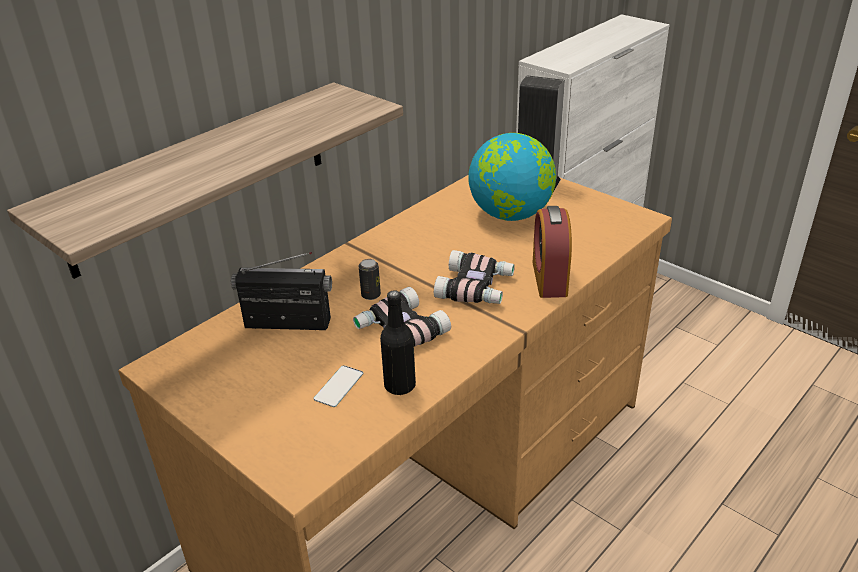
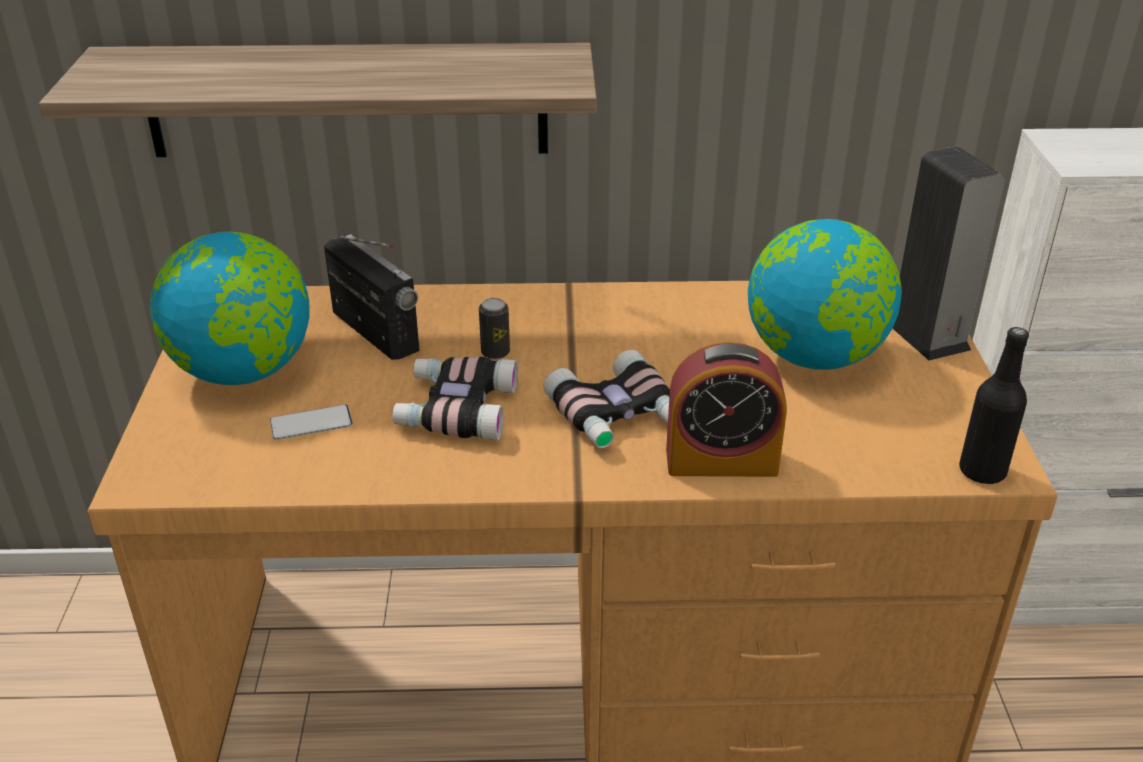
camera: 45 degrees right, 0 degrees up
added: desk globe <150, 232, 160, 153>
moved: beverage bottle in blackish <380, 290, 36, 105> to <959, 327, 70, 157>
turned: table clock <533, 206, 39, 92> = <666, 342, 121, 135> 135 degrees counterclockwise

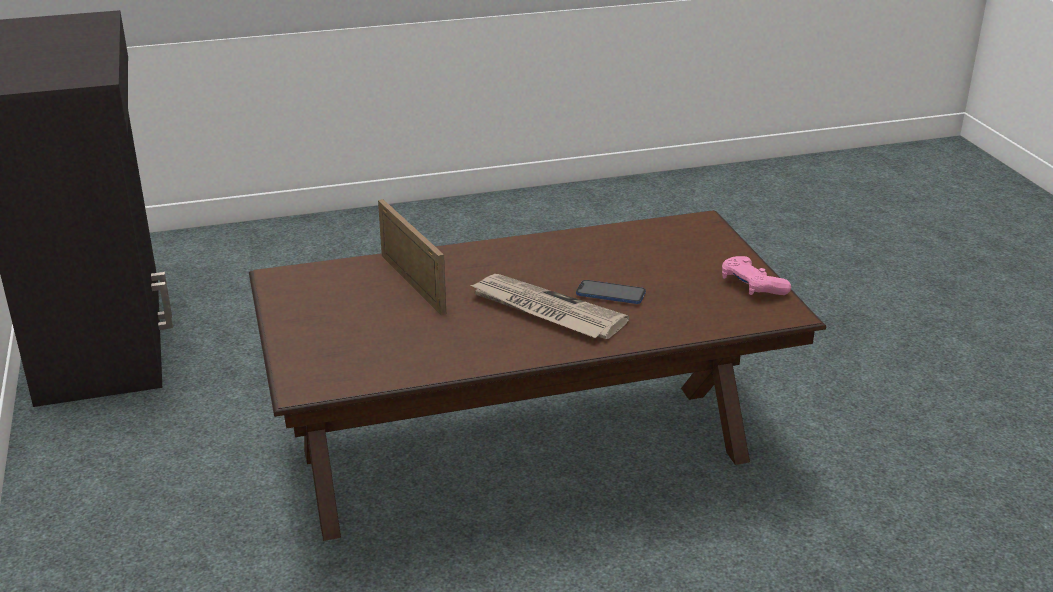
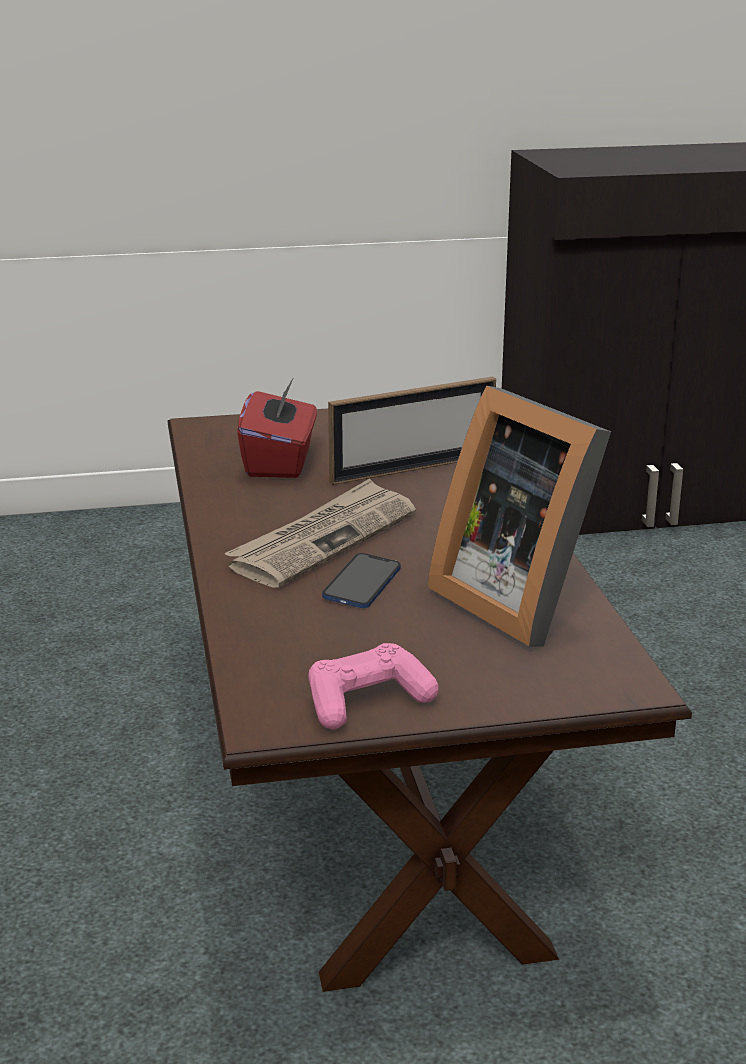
camera: 95 degrees right, 5 degrees down
added: tissue box in reddish <237, 377, 80, 101>; picture frame <428, 386, 183, 260>

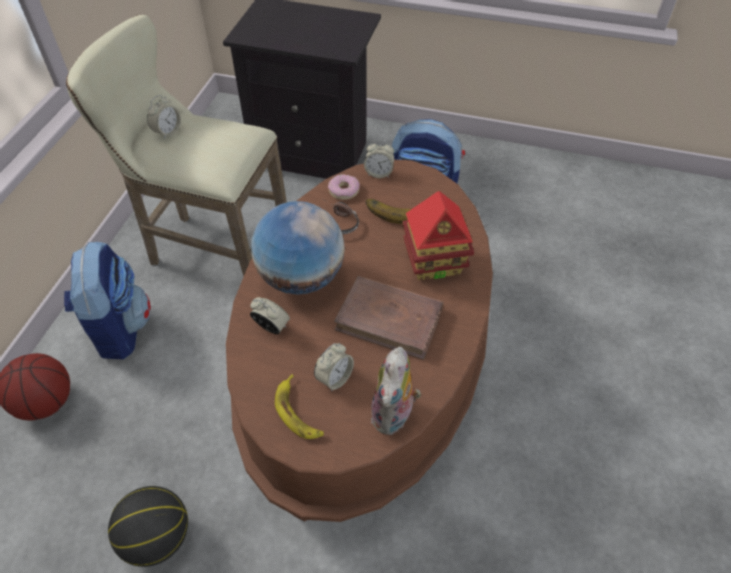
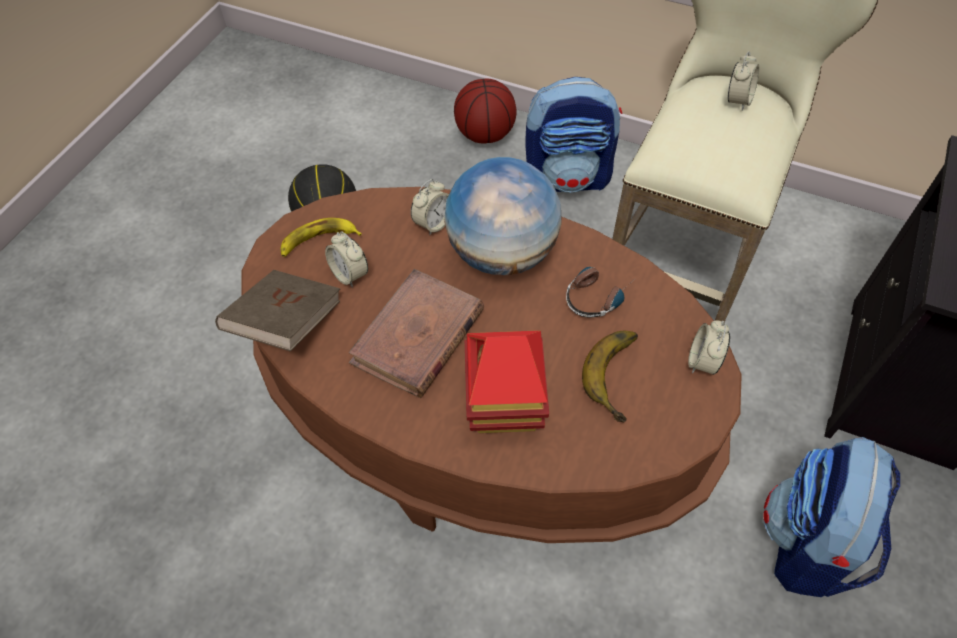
camera: 100 degrees right, 5 degrees up
removed: donut <328, 174, 32, 26>
replaced: plush toy <371, 347, 50, 88> to volume in brownish <215, 270, 125, 82>
turned: table clock <147, 95, 34, 44> = <728, 51, 31, 59> 105 degrees counterclockwise

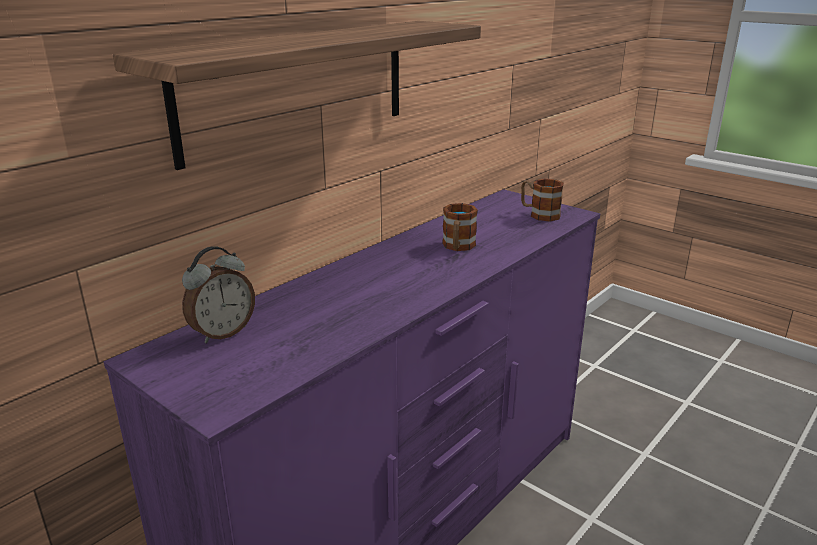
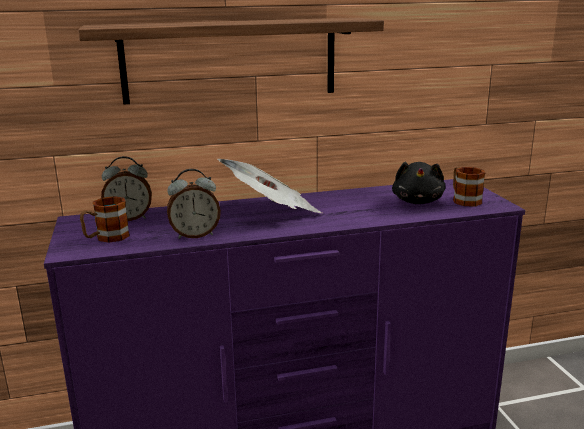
camera: 35 degrees right, 5 degrees down
added: table clock <167, 169, 54, 70>; newspaper <218, 159, 104, 54>; plush toy in blackish <392, 162, 54, 42>
moved: coffee mug <442, 203, 36, 48> to <80, 196, 50, 47>

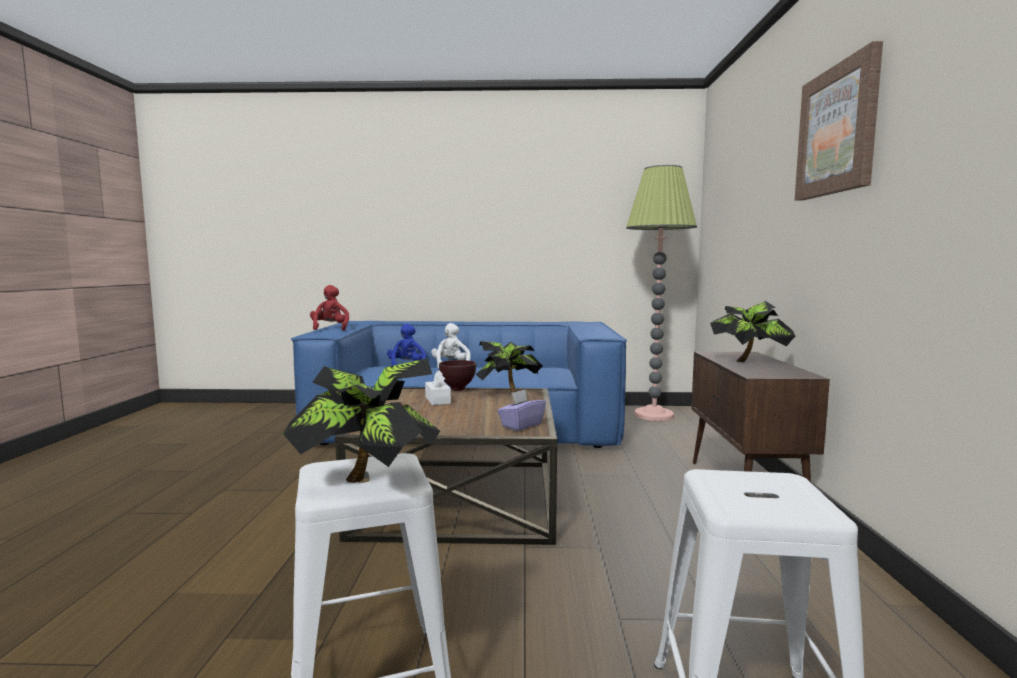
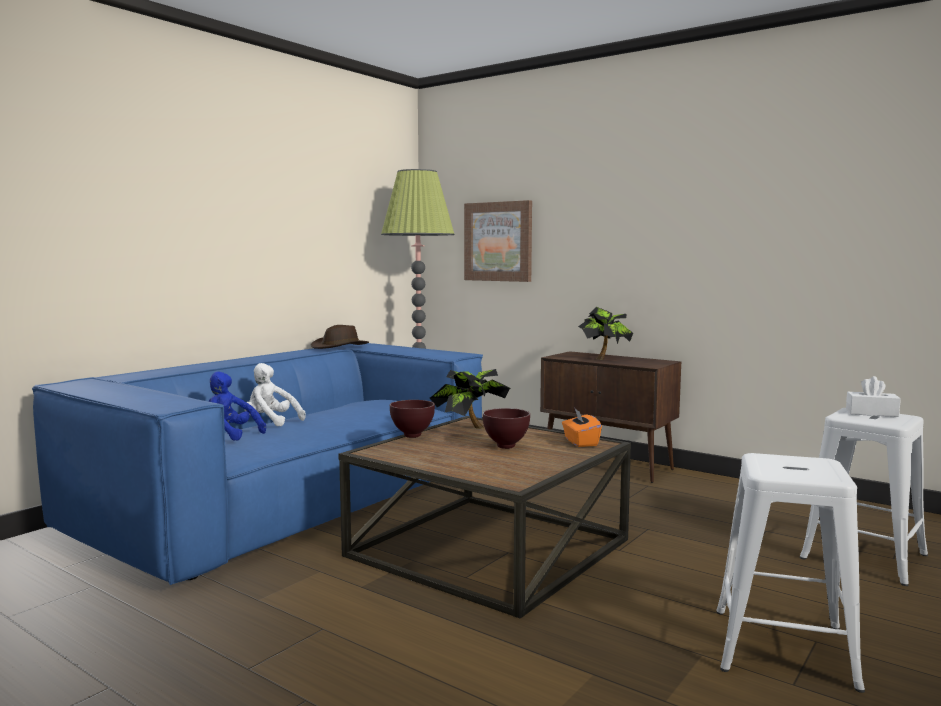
camera: 55 degrees left, 0 degrees up
removed: houseplant <283, 358, 157, 125>; plush toy in reddish <310, 285, 39, 46>
added: clothing hat in brownish <310, 325, 59, 24>; bowl in brownish <483, 408, 47, 41>
moved: tissue box in whitish <425, 370, 26, 35> to <846, 376, 55, 41>; wall art <795, 41, 88, 160> to <464, 200, 68, 82>
recoloured: tissue box in purple-coloured <498, 390, 48, 41> to tissue box in orangey <562, 409, 40, 38>

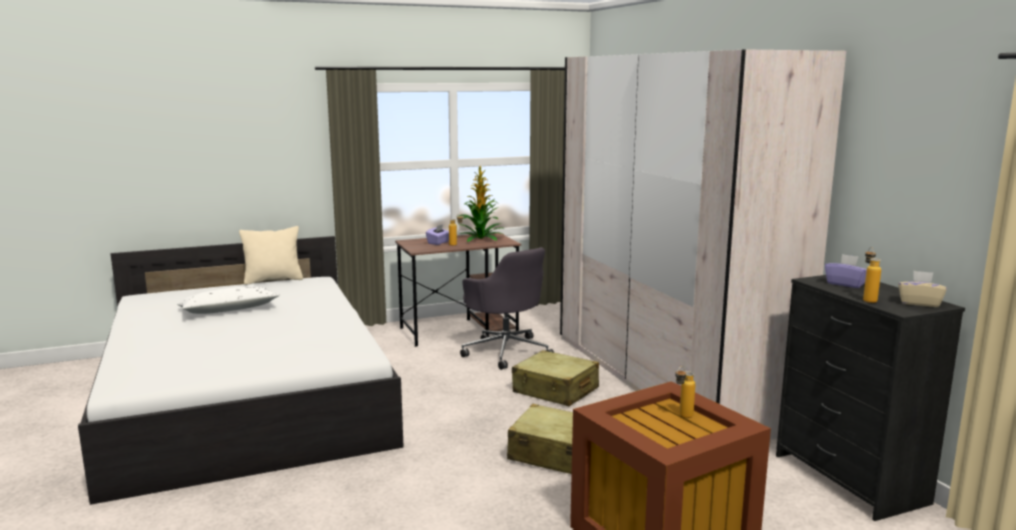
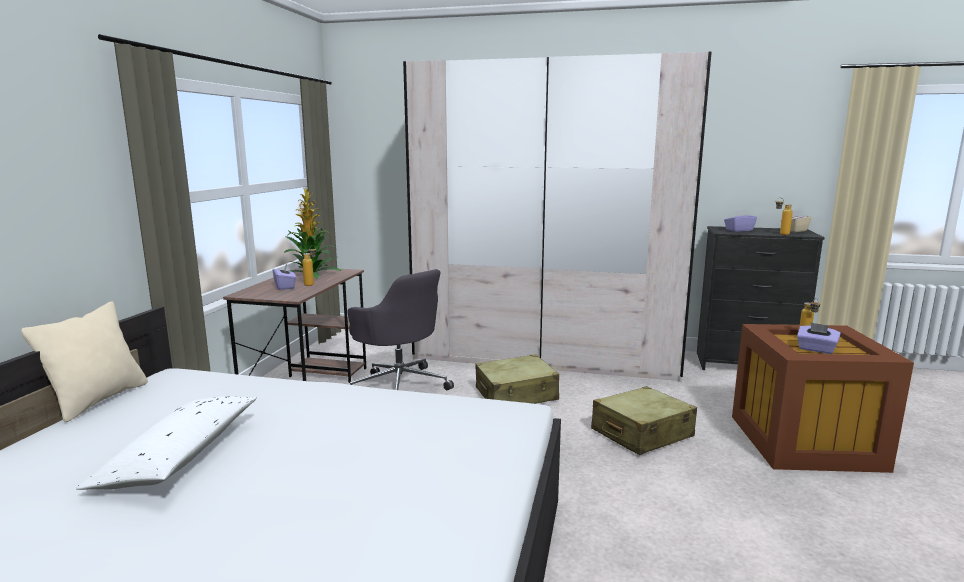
camera: 55 degrees left, 0 degrees up
added: tissue box in purple-coloured <797, 322, 44, 32>
turned: desk chair in gray <460, 247, 94, 123> = <348, 269, 106, 121> 45 degrees clockwise

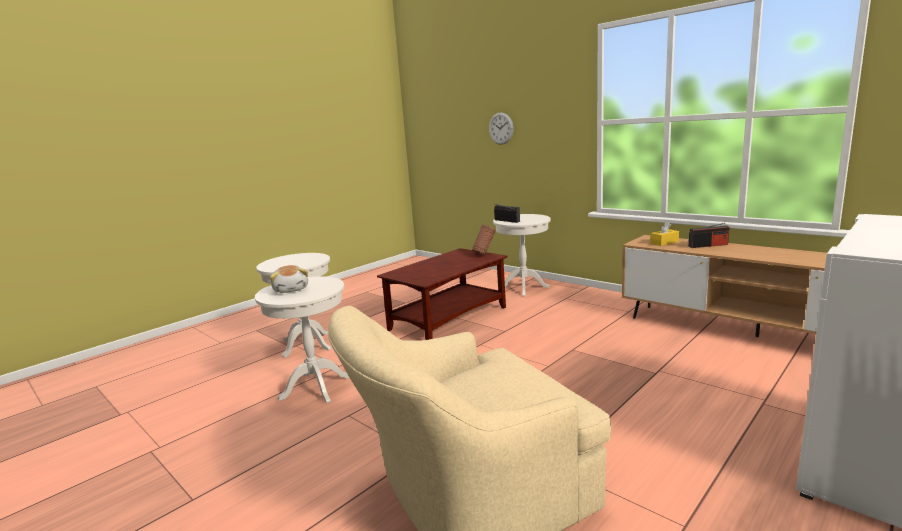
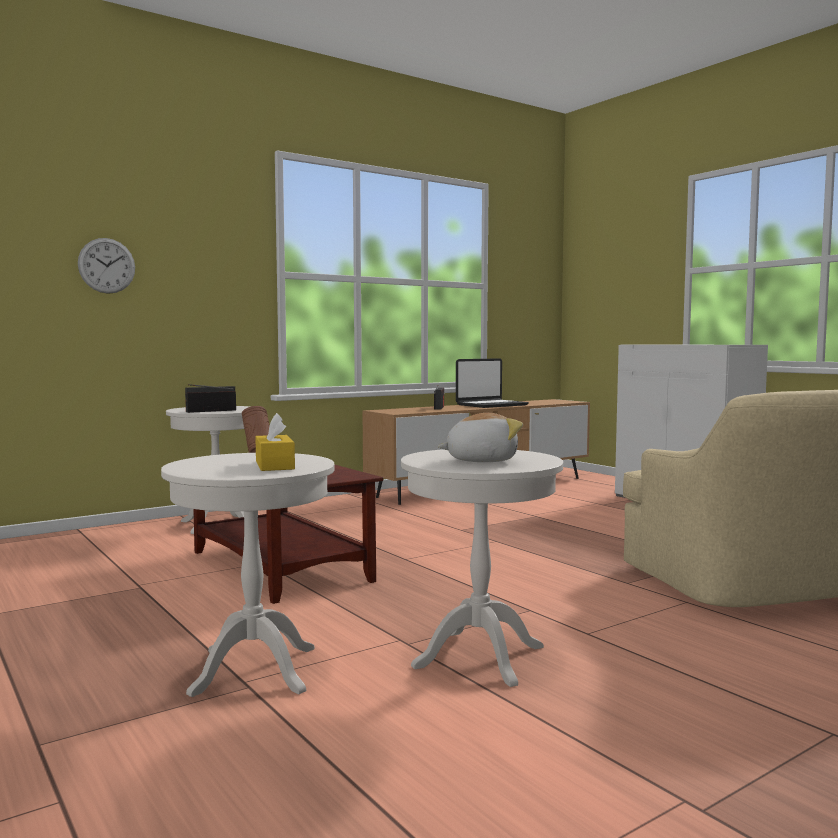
camera: 80 degrees left, 10 degrees down
added: laptop <456, 358, 73, 50>
moved: tissue box in yellowish <650, 222, 29, 24> to <255, 413, 40, 58>

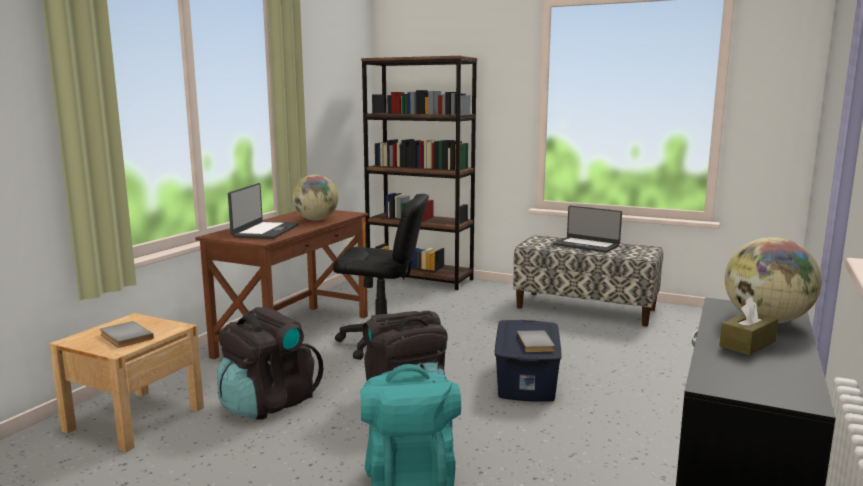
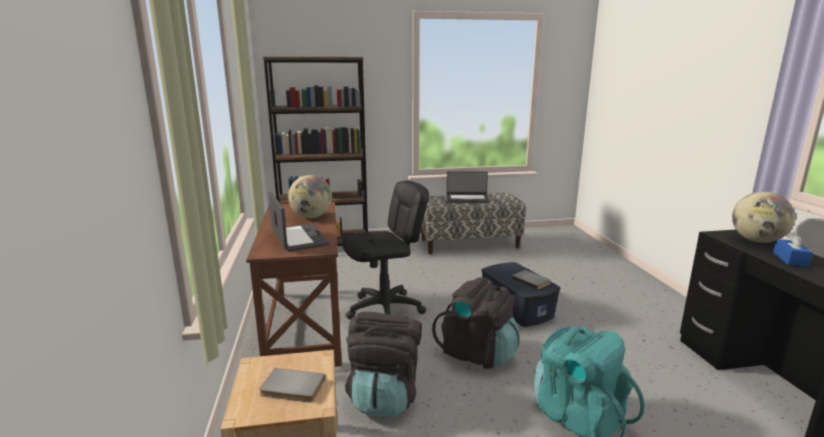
camera: 35 degrees left, 5 degrees up
recoloured: tissue box in brownish <719, 297, 59, 59> to tissue box in blue-coloured <773, 231, 40, 36>

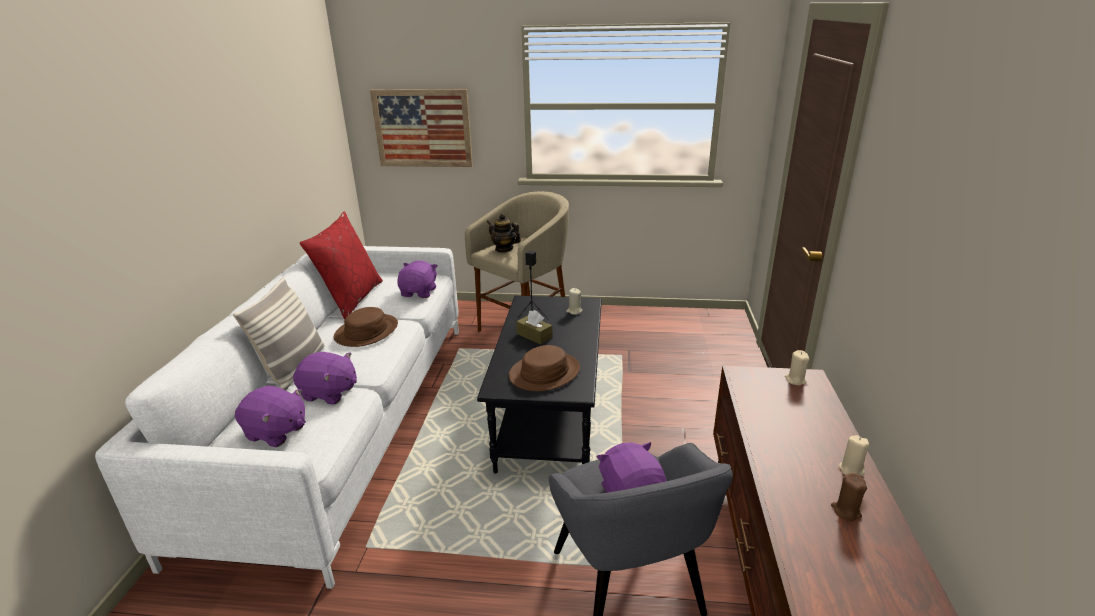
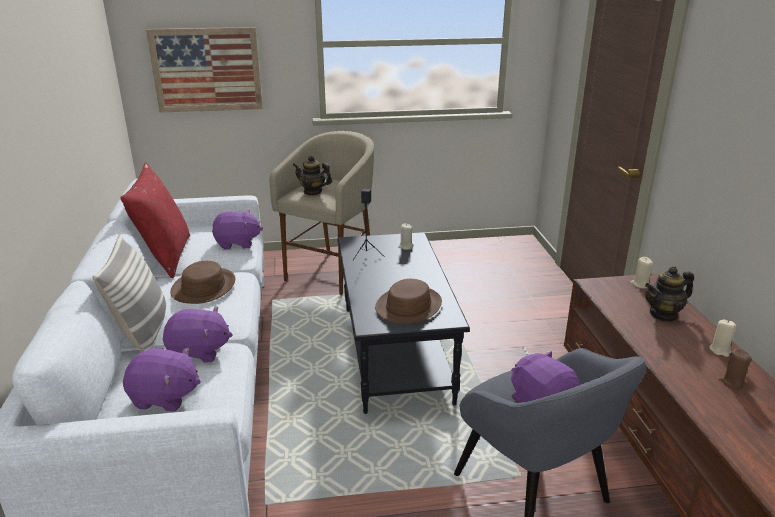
camera: 15 degrees left, 0 degrees up
removed: tissue box in brownish <516, 310, 36, 35>
added: pot for tea <645, 266, 49, 56>
turned: plush toy in purple-coloured <397, 260, 41, 38> = <212, 210, 51, 39> 90 degrees clockwise

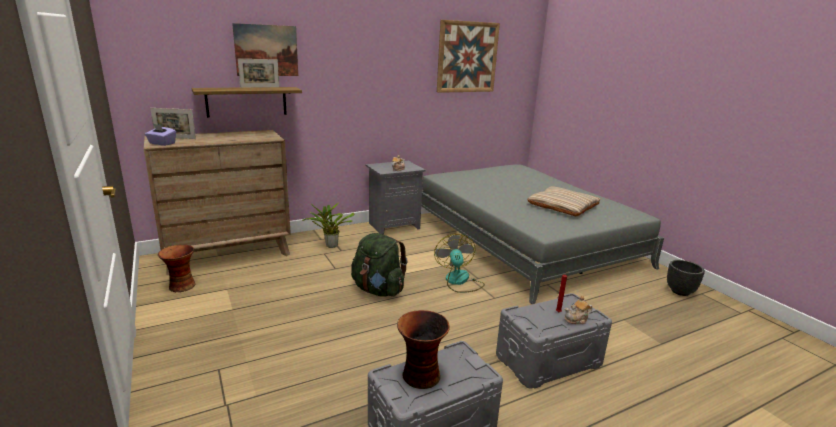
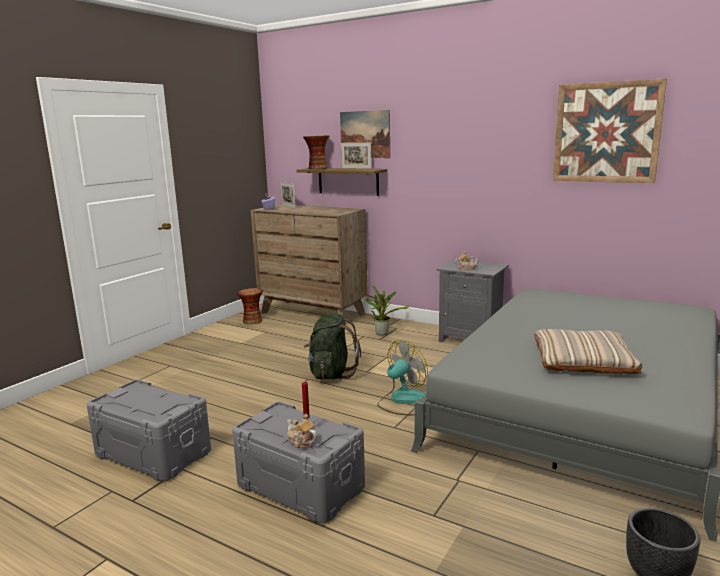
camera: 60 degrees right, 5 degrees down
moved: vase <397, 310, 53, 79> to <303, 135, 26, 34>

